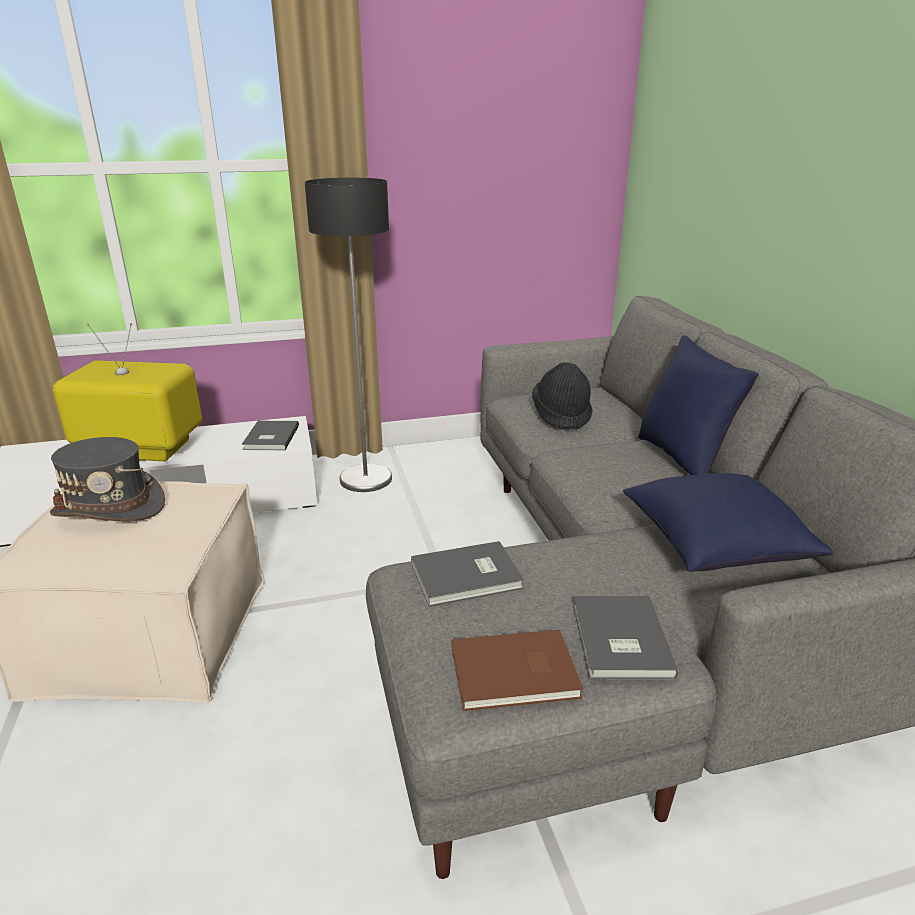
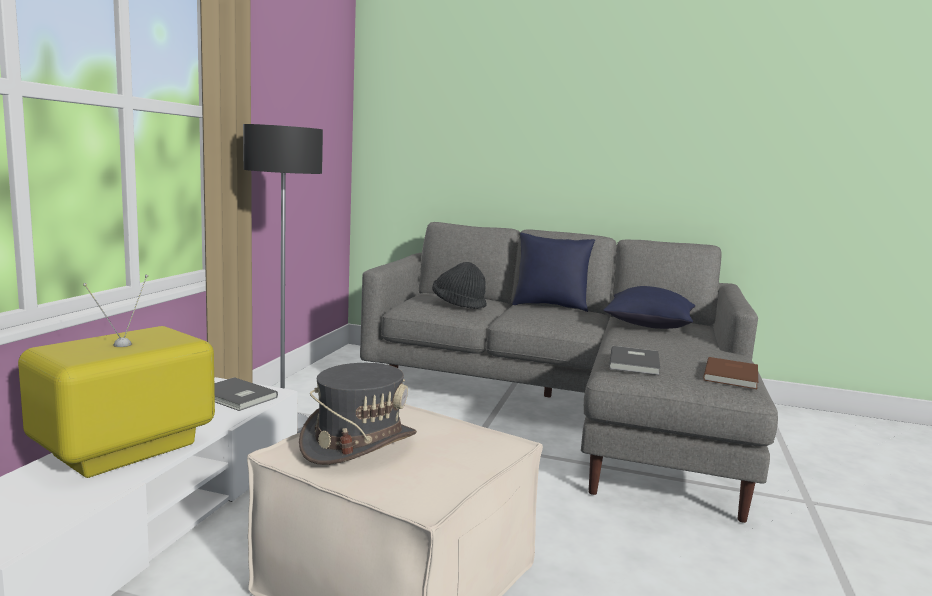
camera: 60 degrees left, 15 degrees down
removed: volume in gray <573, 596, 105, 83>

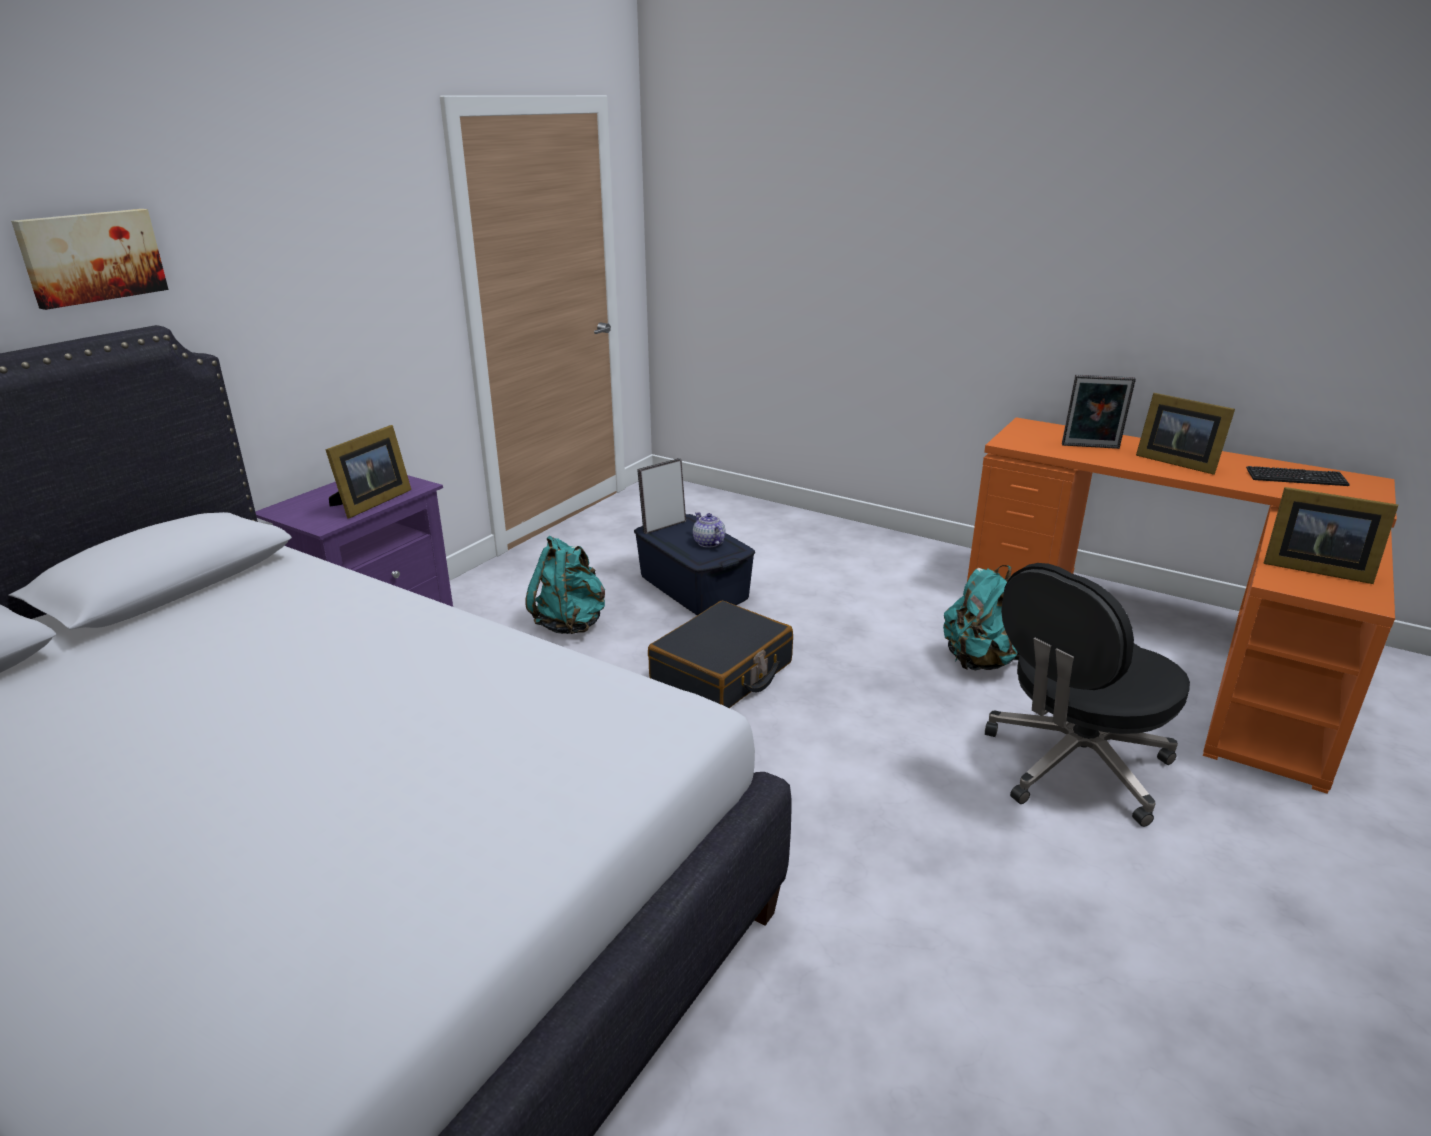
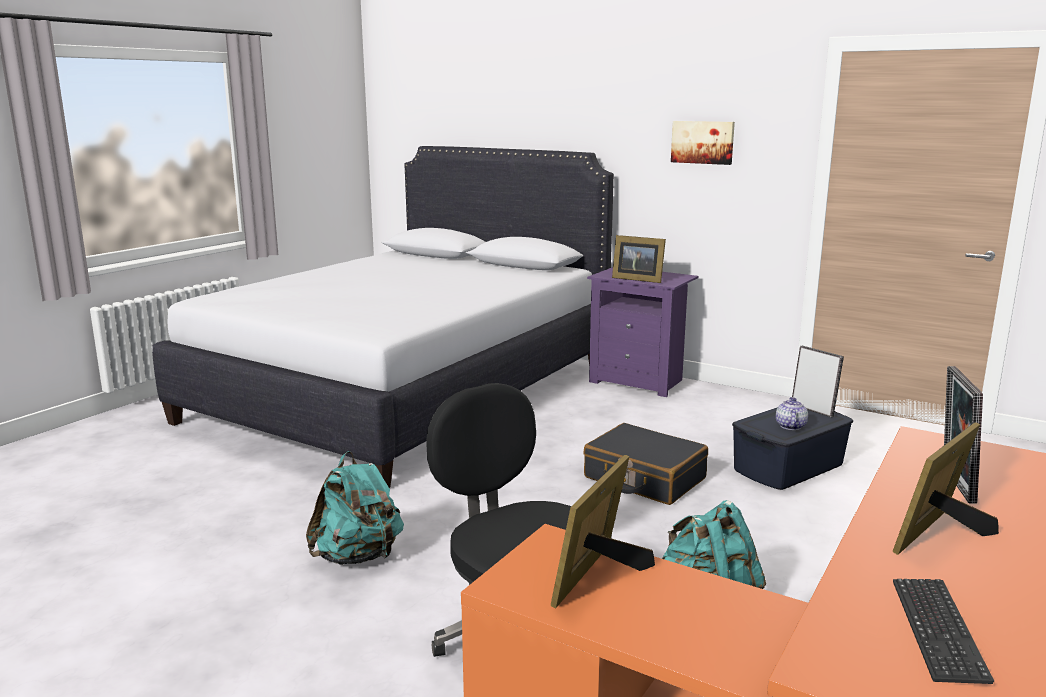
camera: 90 degrees right, 10 degrees down
moved: wall art <11, 209, 158, 101> to <671, 121, 64, 44>; backpack in blue-green <526, 536, 79, 98> to <306, 451, 98, 114>
turned: pot for tea <693, 512, 32, 36> = <776, 397, 32, 33> 45 degrees counterclockwise

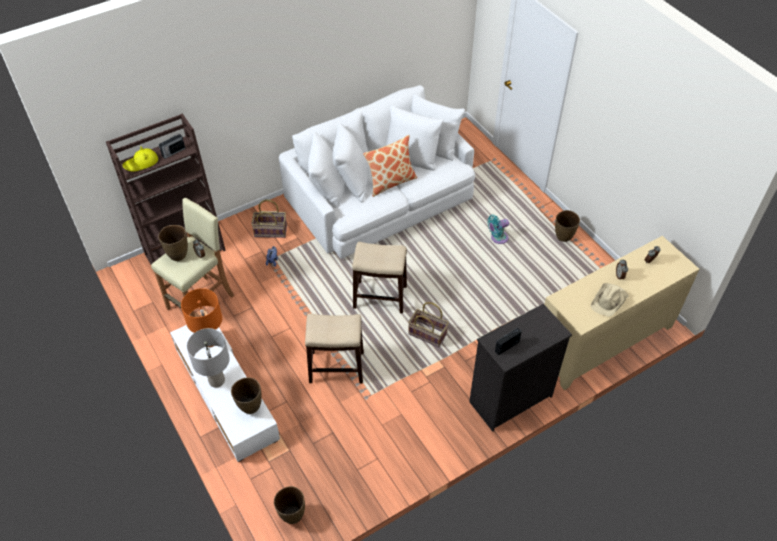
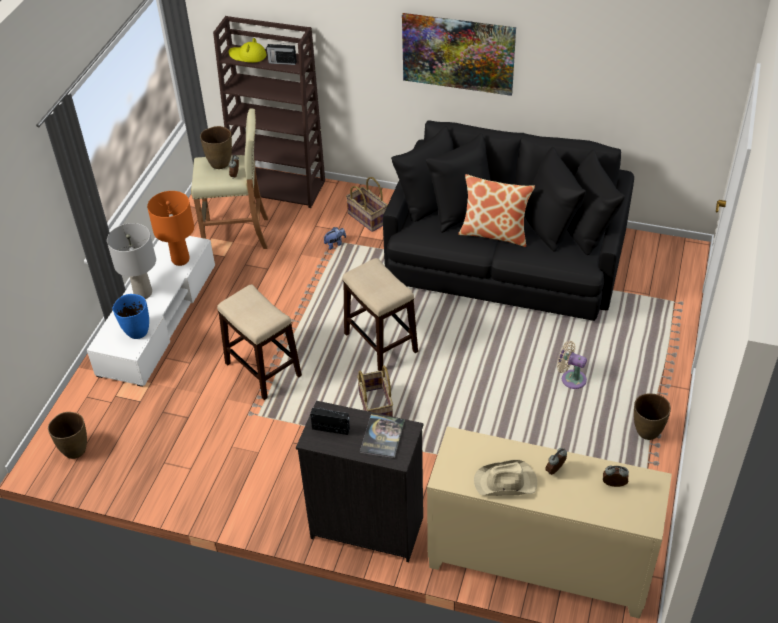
camera: 50 degrees right, 5 degrees down
added: volume <360, 414, 45, 44>; wall art <402, 13, 114, 83>
recoloured: vase in brownish <231, 377, 31, 37> to vase in blue-coloured <113, 294, 36, 45>; settee in whitish <279, 85, 196, 174> to settee in blackish <383, 121, 251, 200>; cooling fan in blue-green <488, 215, 21, 29> to cooling fan in beige-coloured <557, 341, 30, 48>

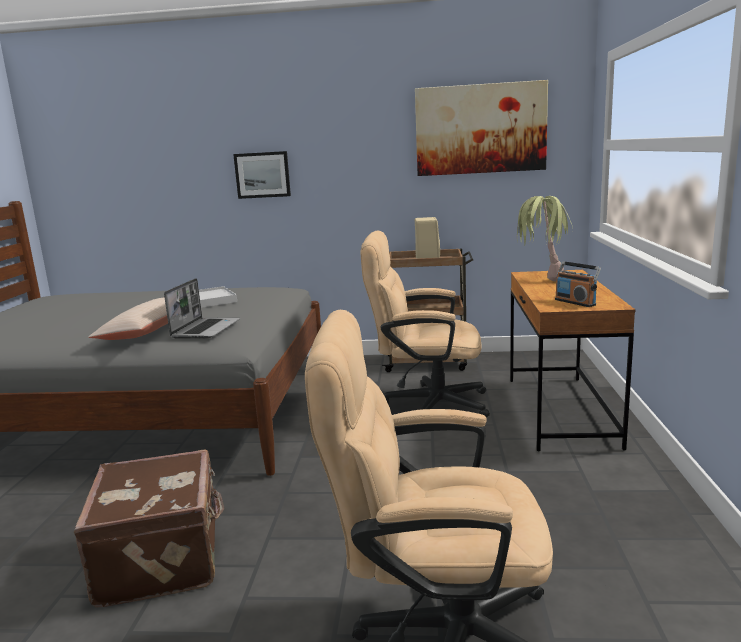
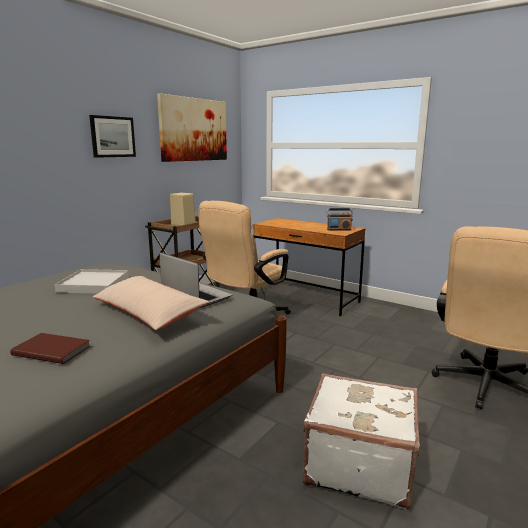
camera: 60 degrees left, 0 degrees up
removed: houseplant <517, 196, 56, 85>
added: volume in brownish <10, 333, 81, 31>
moved: wall art <233, 151, 58, 48> to <89, 115, 47, 43>
recoloured: piece of luggage in brownish <74, 449, 150, 158> to piece of luggage in whitish <303, 373, 117, 136>

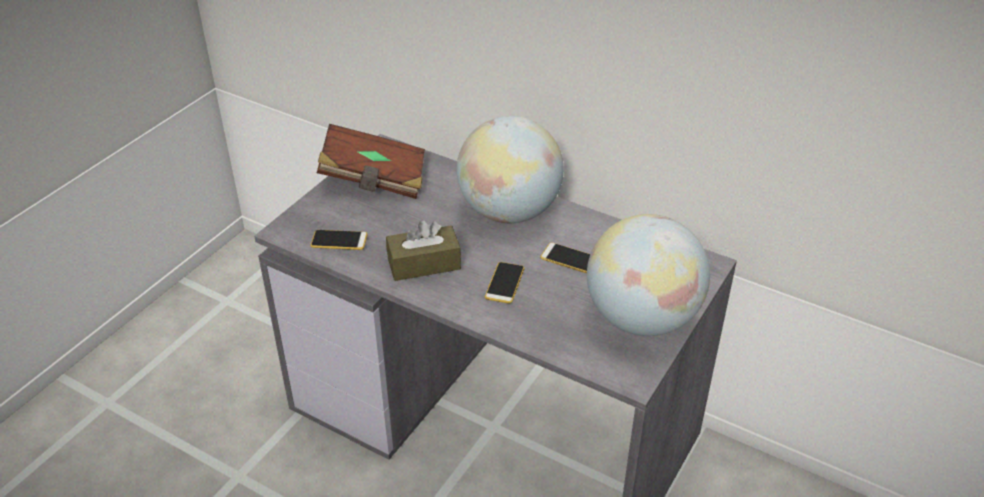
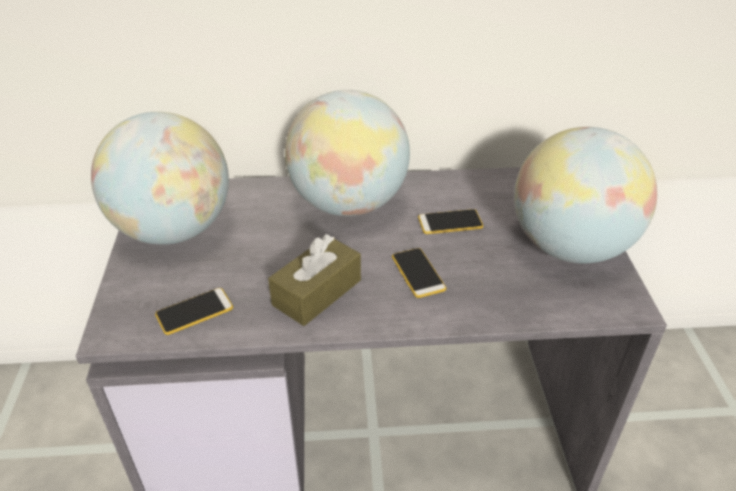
camera: 35 degrees left, 0 degrees up
replaced: volume in brownish <317, 124, 108, 75> to desk globe <91, 112, 138, 133>

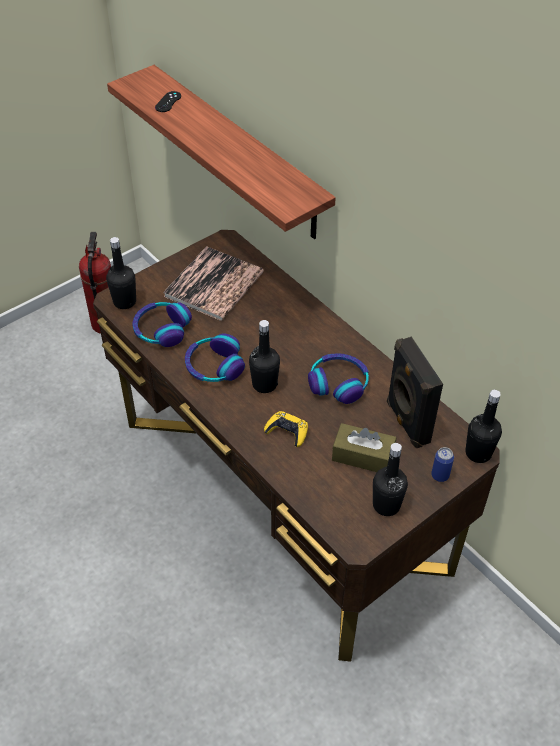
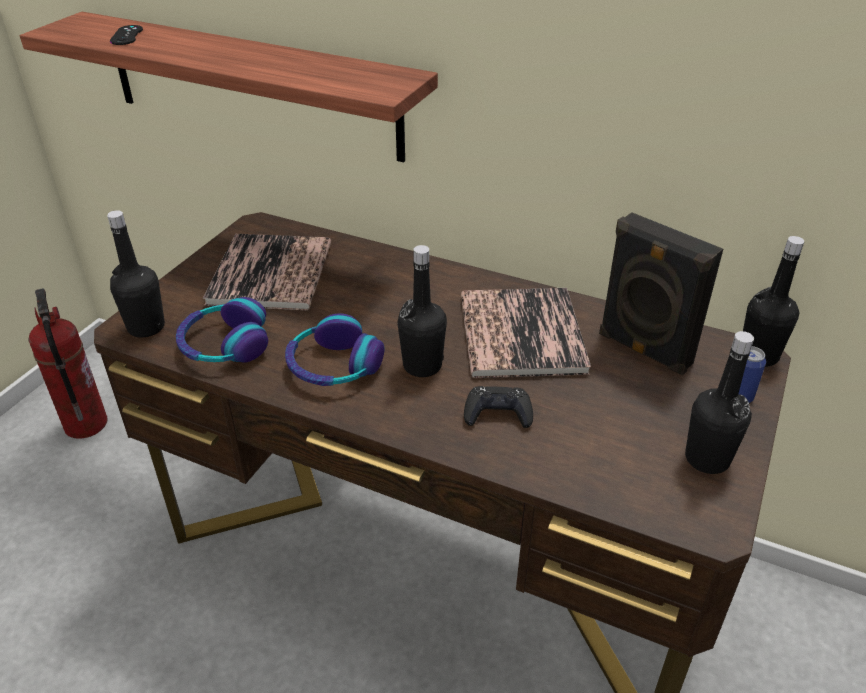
camera: 25 degrees left, 10 degrees down
removed: tissue box in brownish <332, 423, 65, 49>
replaced: headset <308, 353, 61, 51> to volume <461, 288, 130, 90>
recoloured: joypad in yellowish <264, 411, 44, 36> to joypad in blackish <464, 386, 69, 42>

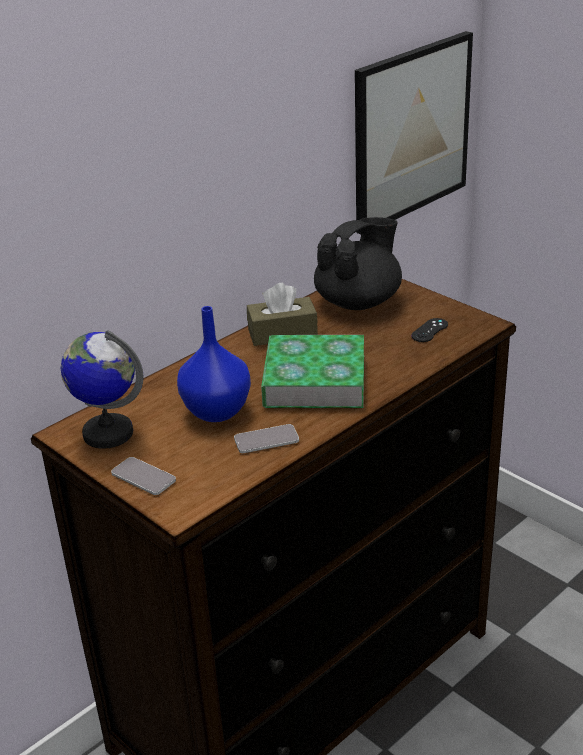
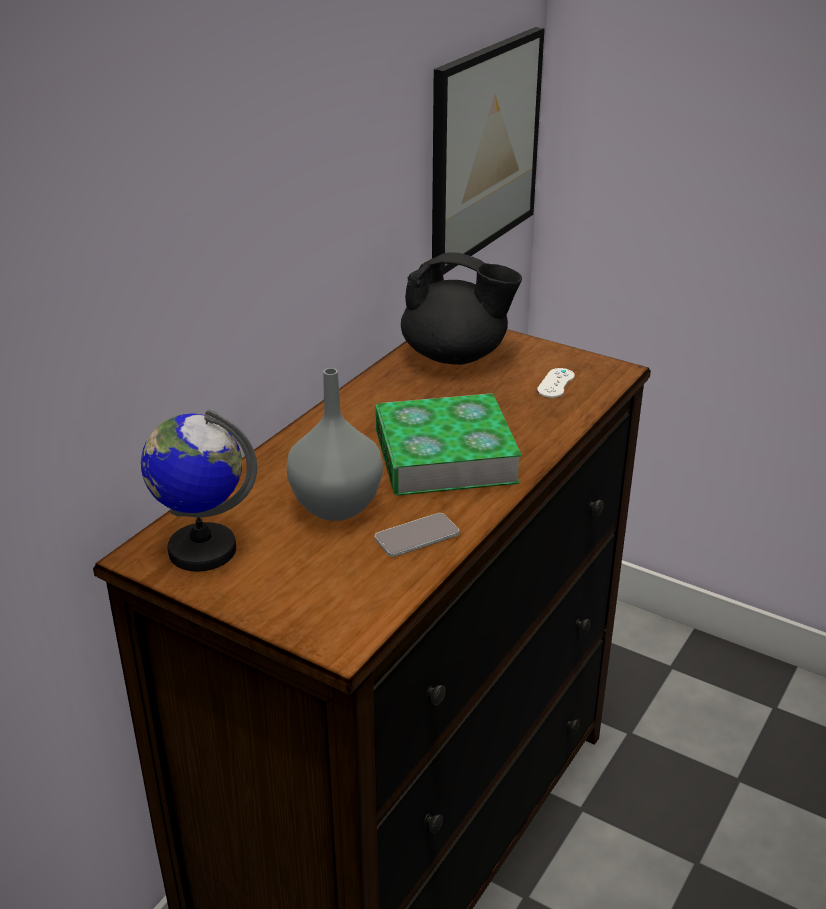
camera: 15 degrees left, 0 degrees up
removed: handset <111, 457, 65, 38>; tissue box in brownish <247, 283, 71, 63>
recoloured: vase in blue-coloured <177, 306, 74, 116> to vase in gray <287, 368, 96, 153>; joypad in blackish <411, 318, 37, 24> to joypad in whitish <537, 368, 38, 30>
turned: pot for tea in blackish <314, 217, 88, 93> = <401, 253, 121, 112> 75 degrees clockwise

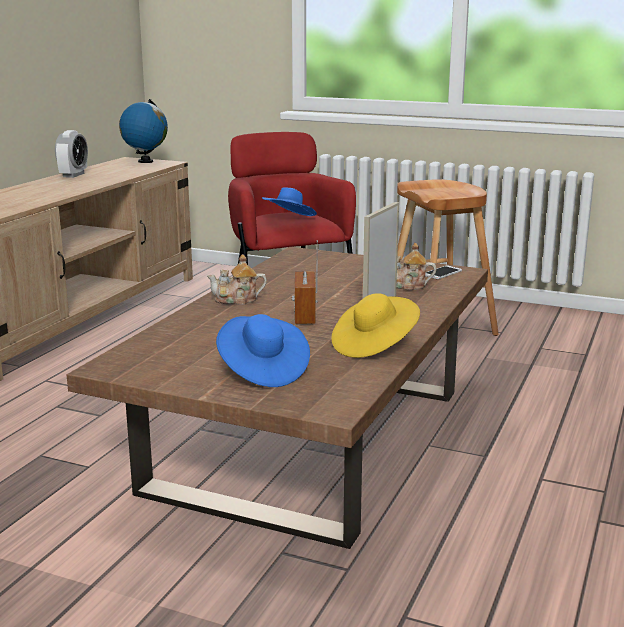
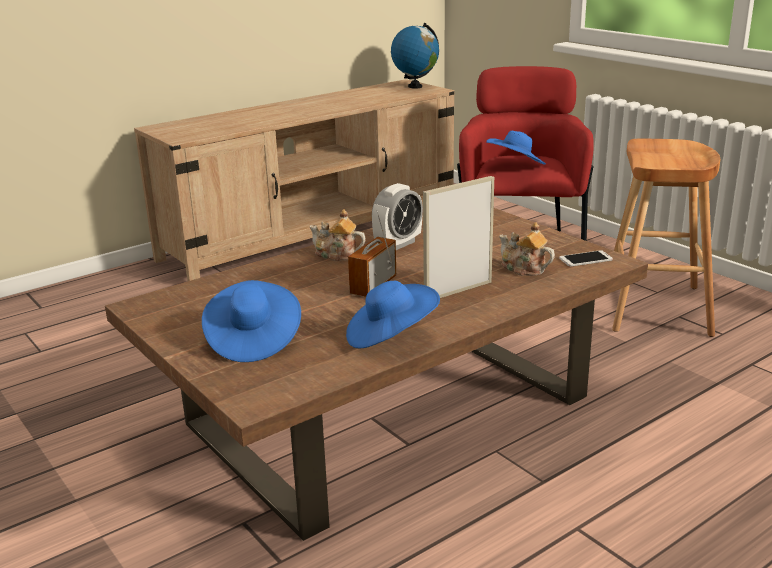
camera: 30 degrees right, 5 degrees up
moved: table clock <55, 130, 33, 48> to <372, 183, 51, 67>
recoloured: clothing hat in yellowish <331, 293, 89, 65> to clothing hat in blue-coloured <346, 281, 94, 67>

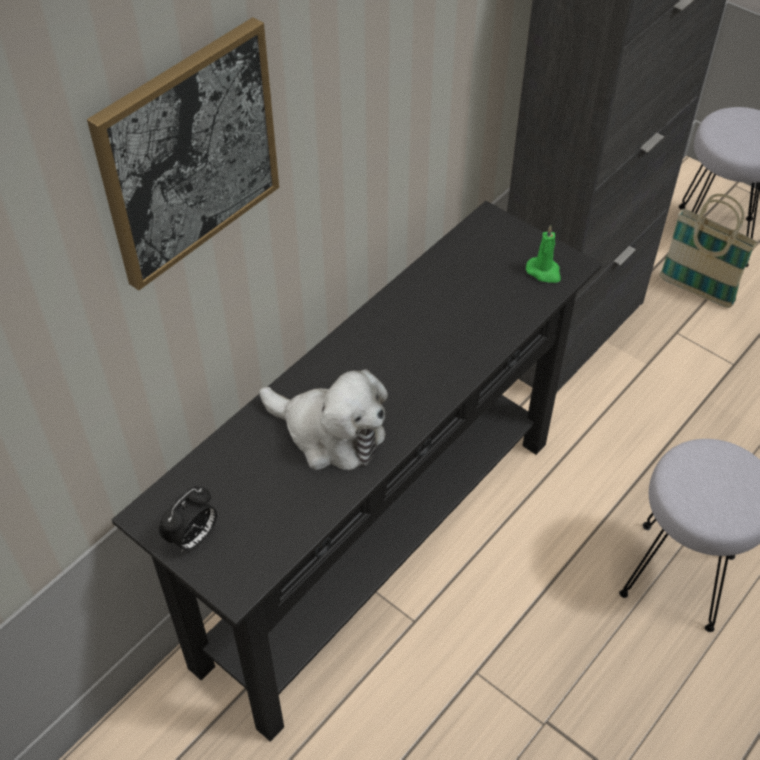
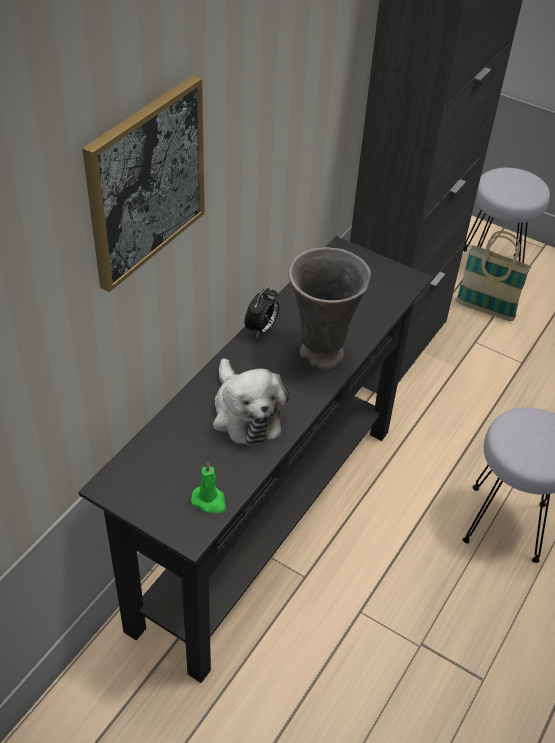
camera: 10 degrees left, 5 degrees down
added: vase in gray <289, 247, 82, 123>
moved: table clock <159, 486, 58, 67> to <245, 286, 34, 52>; wax candle in green <526, 225, 35, 58> to <191, 462, 35, 51>
turned: plush toy <260, 369, 128, 101> = <213, 358, 76, 89> 45 degrees clockwise

